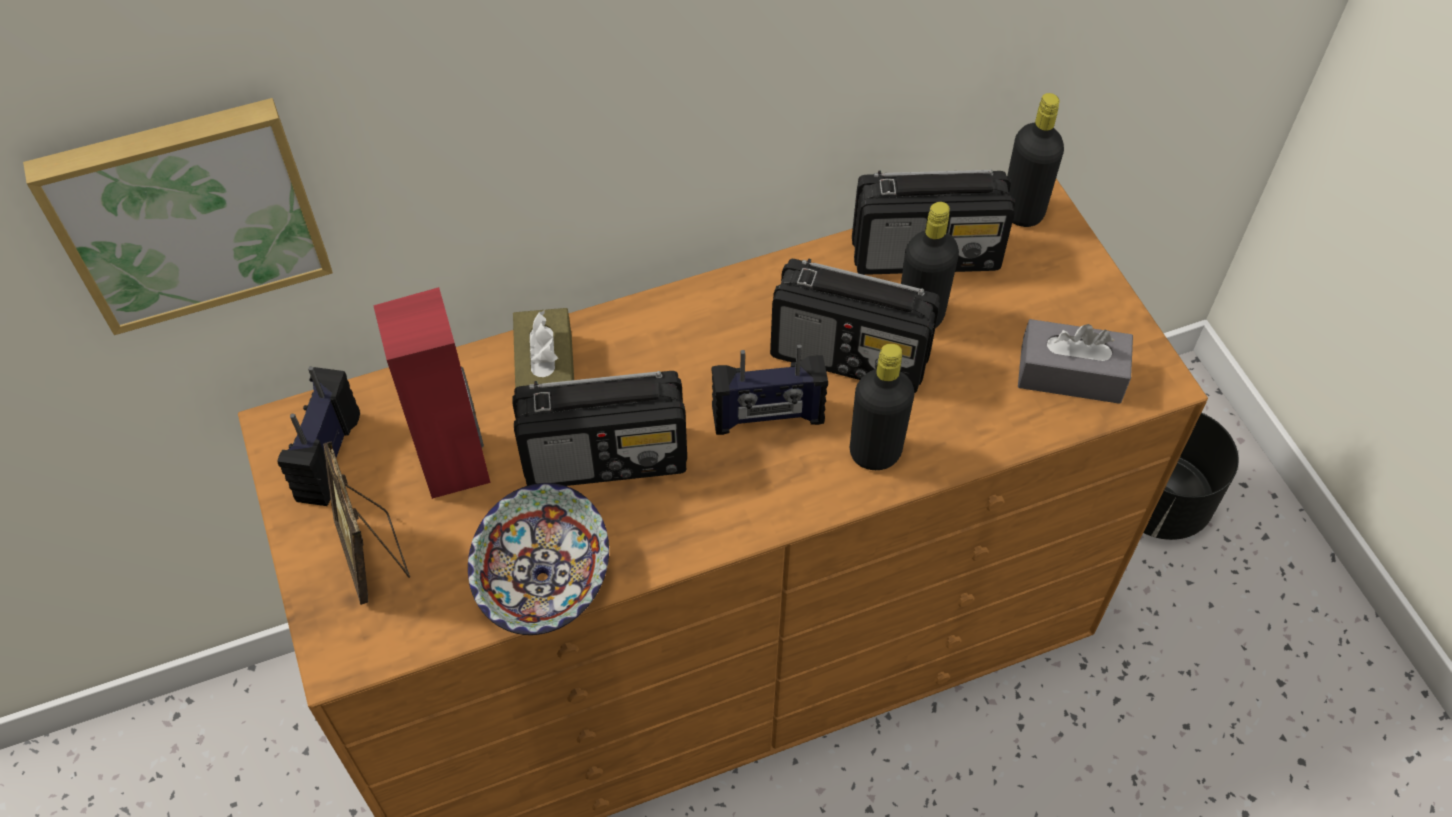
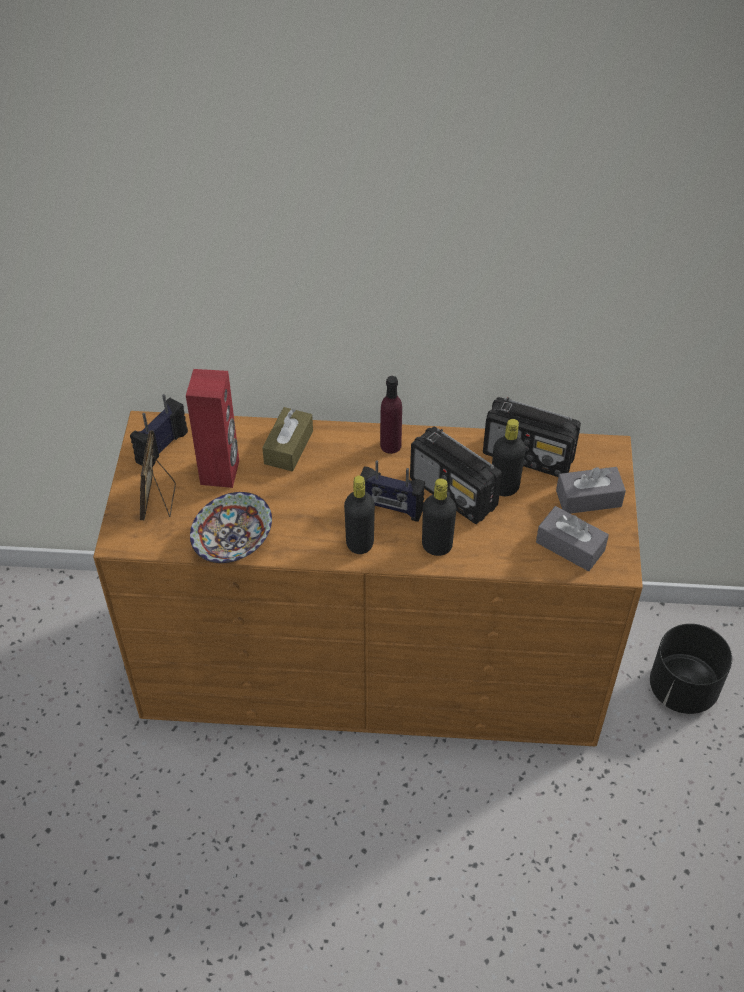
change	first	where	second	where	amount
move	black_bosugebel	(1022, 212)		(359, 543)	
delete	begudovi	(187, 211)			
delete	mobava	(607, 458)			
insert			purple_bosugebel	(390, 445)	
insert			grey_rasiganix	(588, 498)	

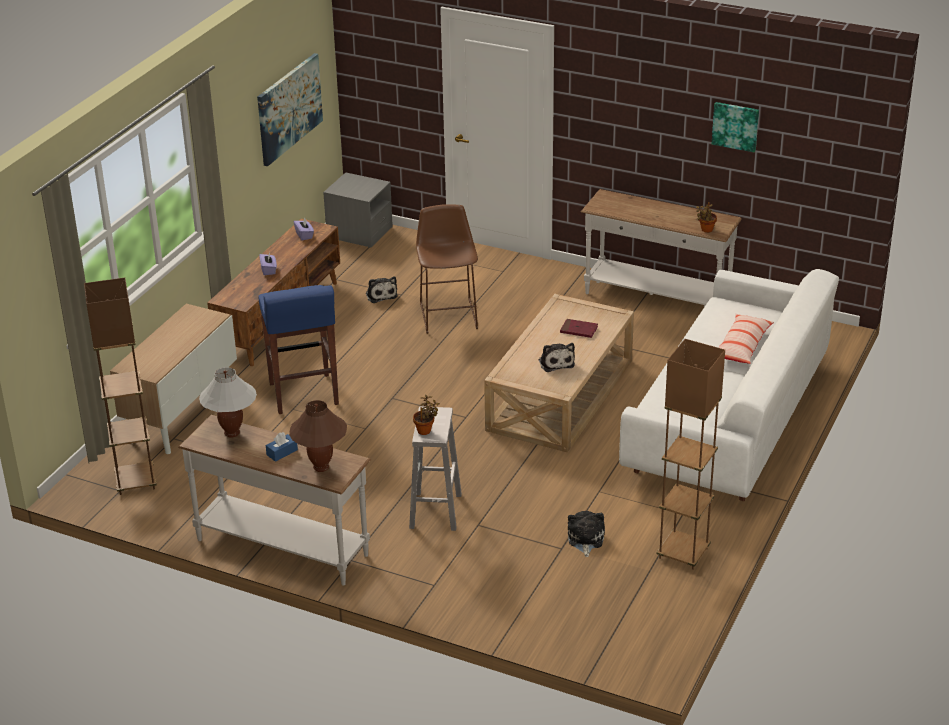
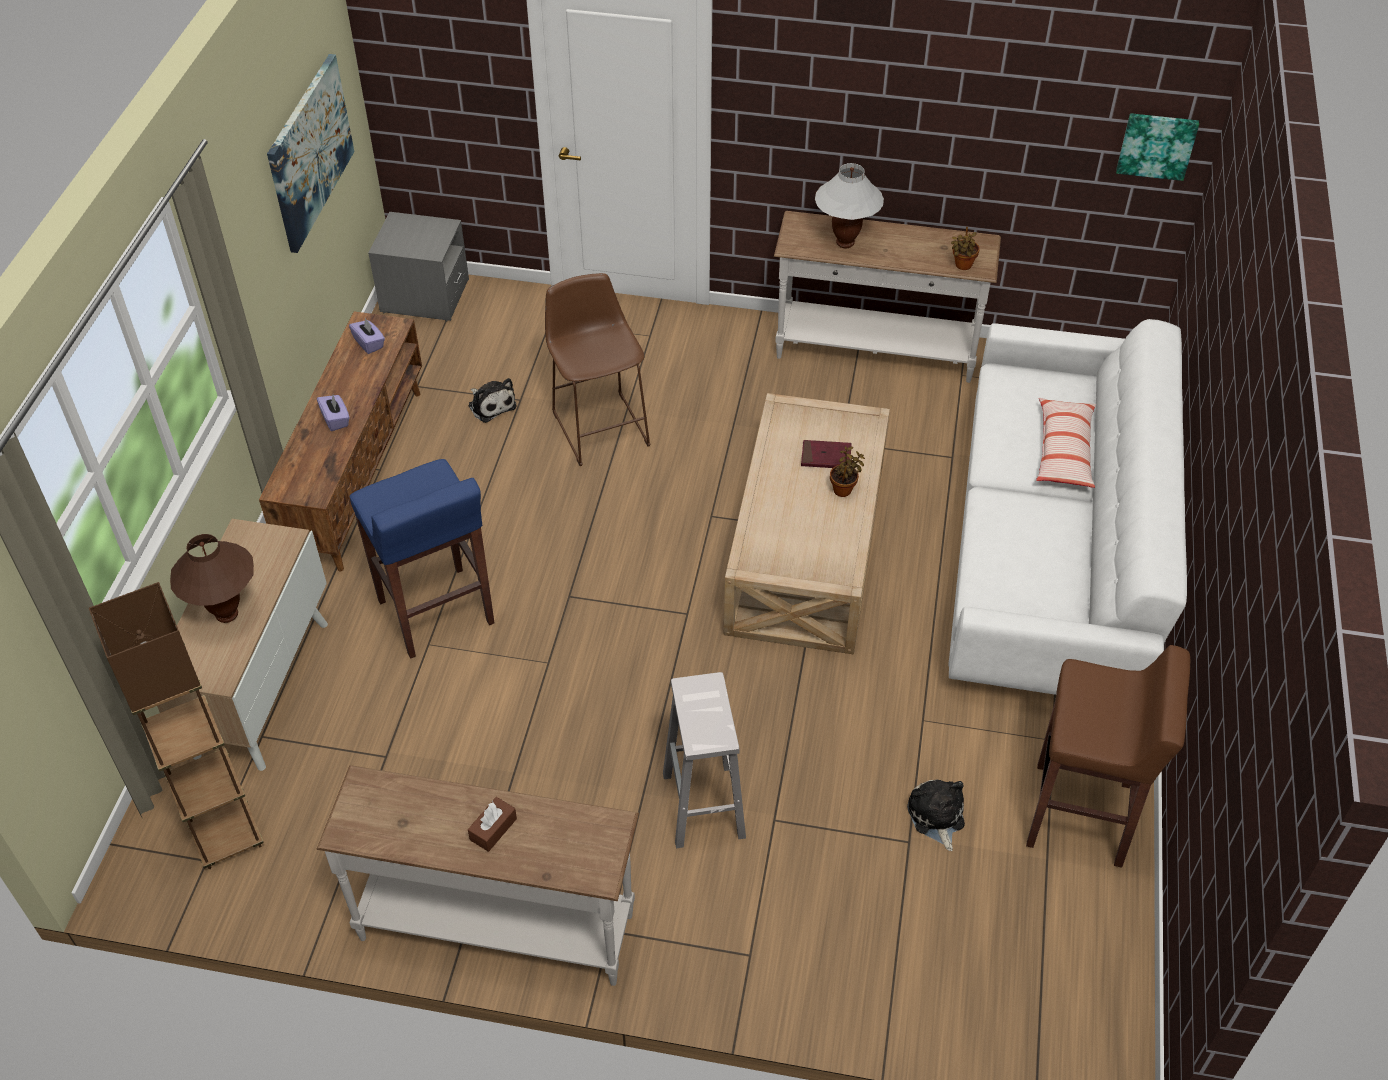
change	first	where	second	where	amount
move	begudovi	(735, 126)		(1156, 145)	
replace	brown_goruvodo	(683, 553)	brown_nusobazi	(1081, 815)	
delete	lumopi	(556, 362)			
move	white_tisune	(232, 433)		(844, 243)	
move	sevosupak	(425, 430)		(844, 489)	
move	brown_tisune	(321, 467)		(226, 615)	
recolor	blue_rasiganix	(282, 452)	brown_rasiganix	(493, 829)	

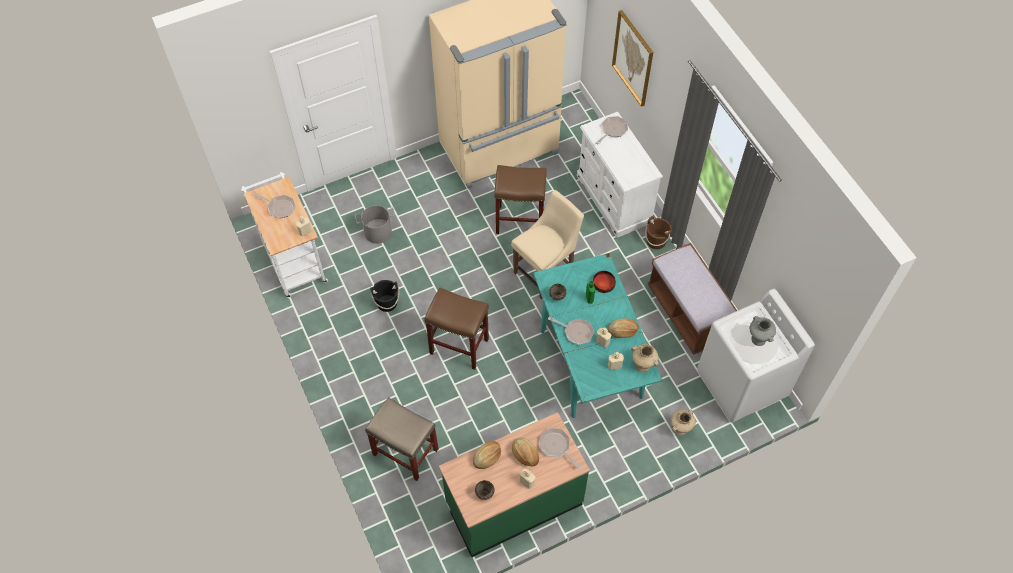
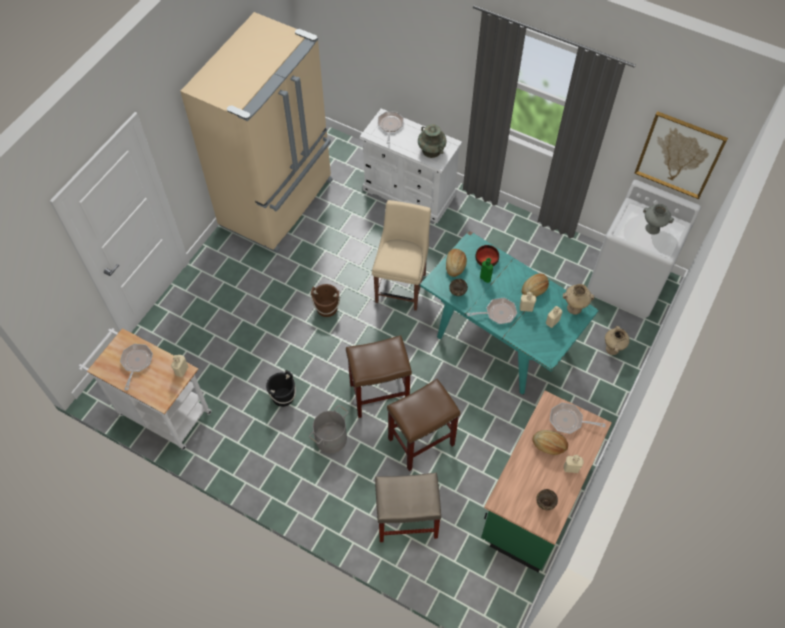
change	first	where	second	where	amount
move	begudovi	(633, 58)		(679, 155)	
move	brown_nusobazi	(520, 220)		(421, 441)	
rotate	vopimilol	(279, 207)		(136, 362)	75 degrees counterclockwise
move	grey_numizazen	(377, 231)		(330, 438)	
move	brown_numizazen	(656, 241)		(327, 308)	
delete	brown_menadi	(687, 313)			
move	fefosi	(487, 457)		(455, 265)	
insert			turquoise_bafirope	(431, 150)	

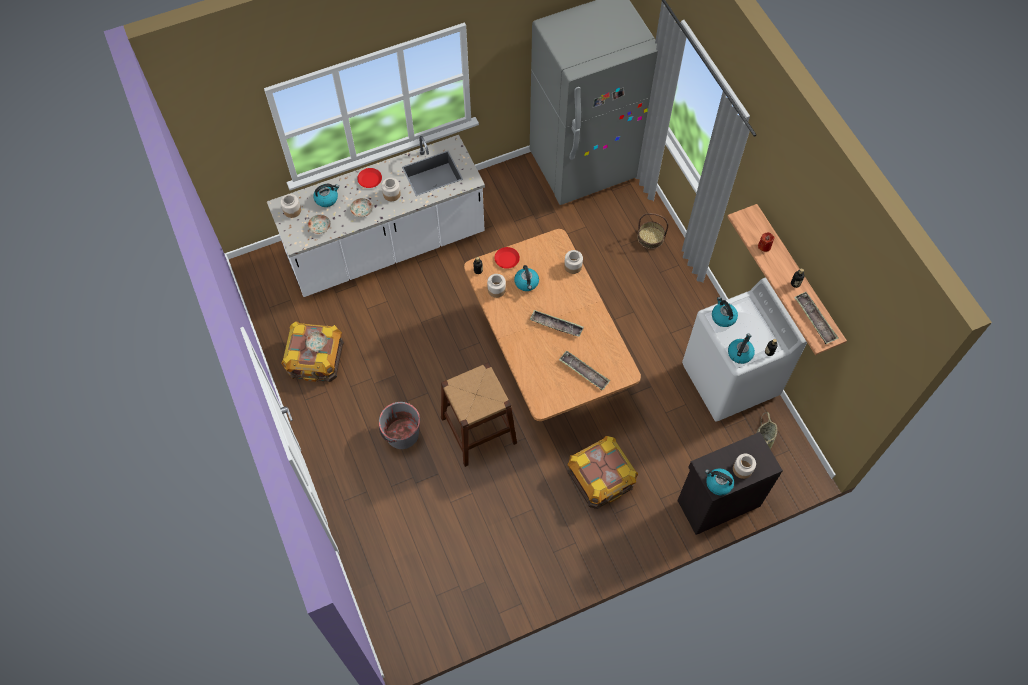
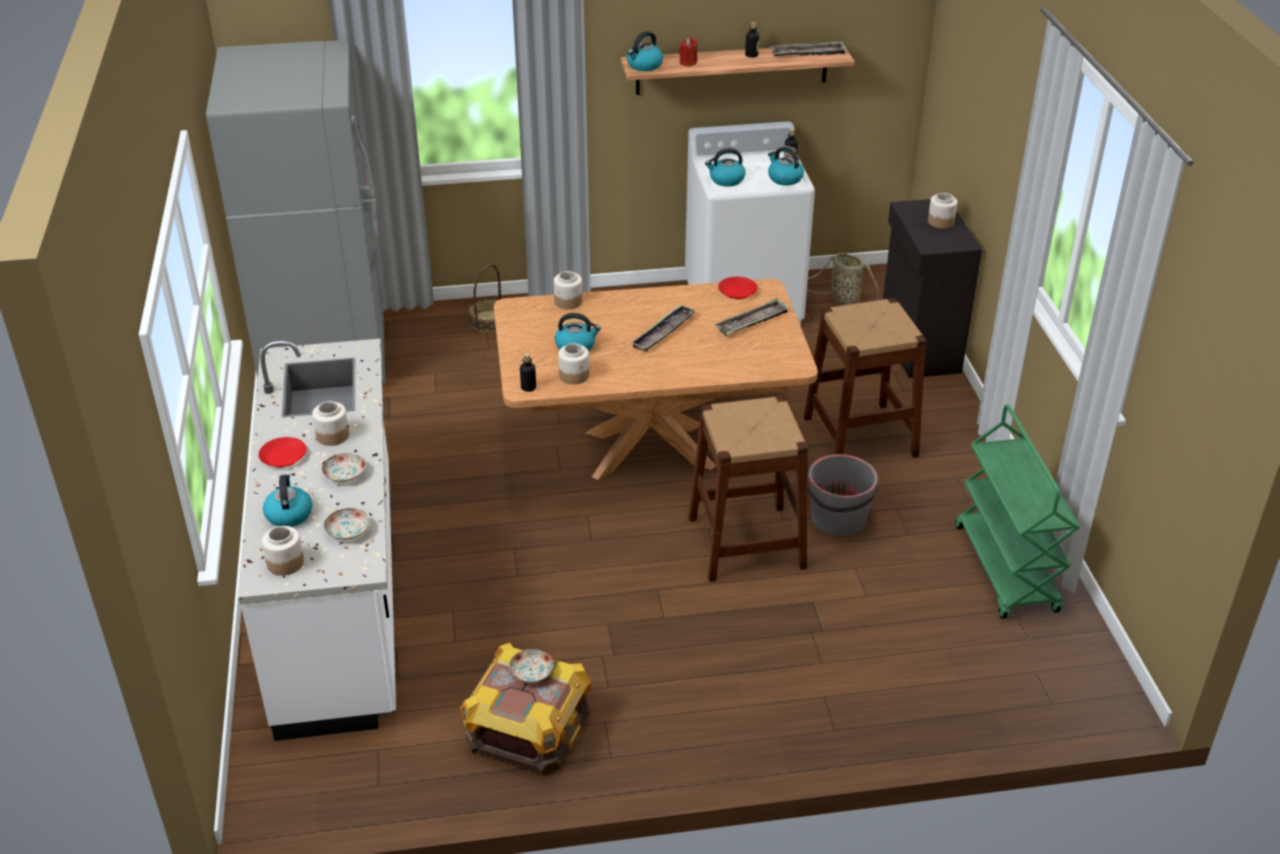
change	first	where	second	where	amount
move	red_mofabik	(506, 259)		(737, 291)	
move	grey_numizazen	(401, 434)		(838, 519)	
replace	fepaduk	(600, 478)	brown_nusobazi	(860, 436)	
move	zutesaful	(718, 484)		(644, 65)	
insert			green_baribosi	(1006, 569)	

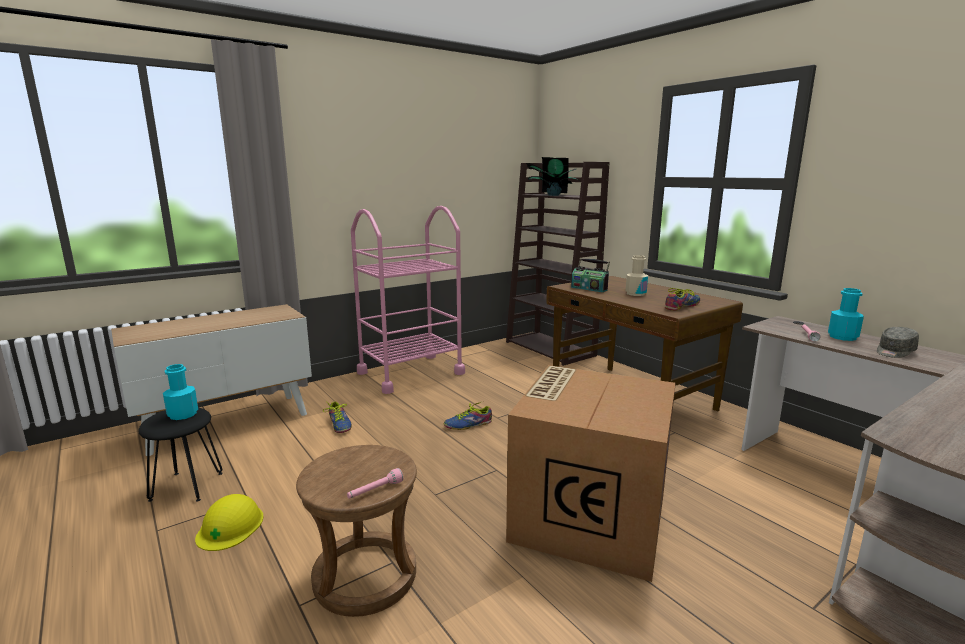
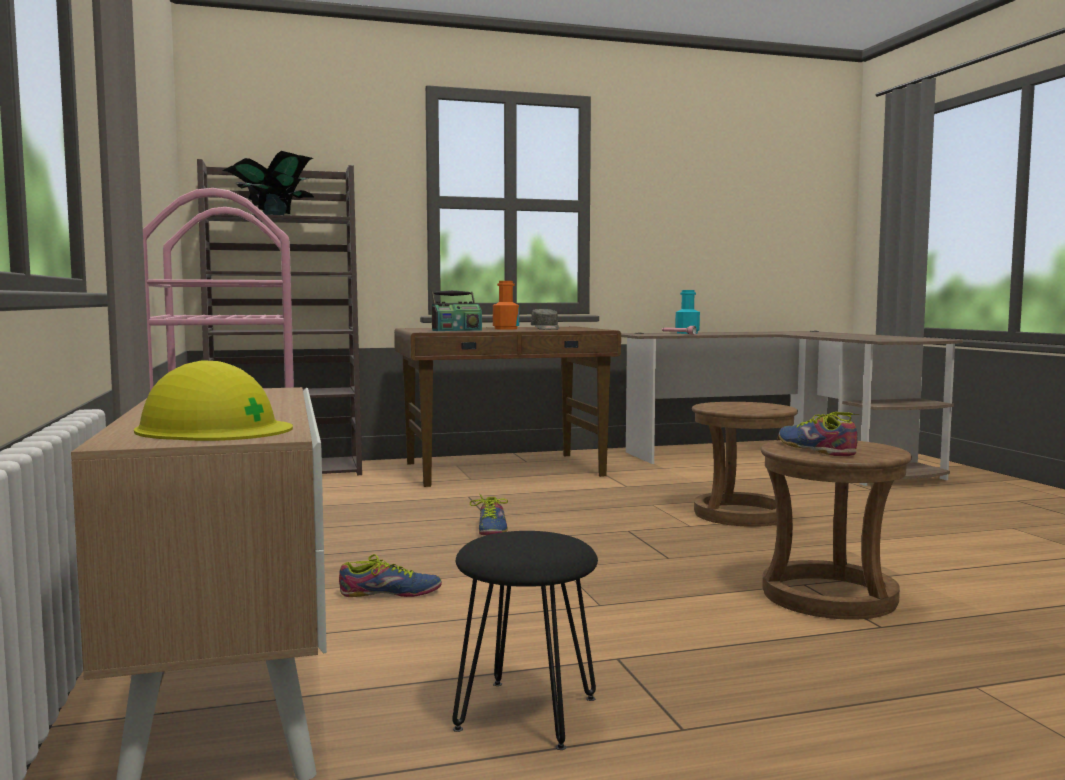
change	first	where	second	where	amount
recolor	beige_bosugebel	(635, 294)	orange_bosugebel	(505, 329)	
move	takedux	(681, 306)		(815, 449)	
move	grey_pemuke	(894, 352)		(545, 329)	
delete	turquoise_bosugebel	(183, 414)			
replace	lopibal	(588, 516)	brown_nusobazi	(740, 514)	
delete	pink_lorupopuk	(375, 491)			
move	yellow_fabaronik	(230, 526)		(213, 429)	

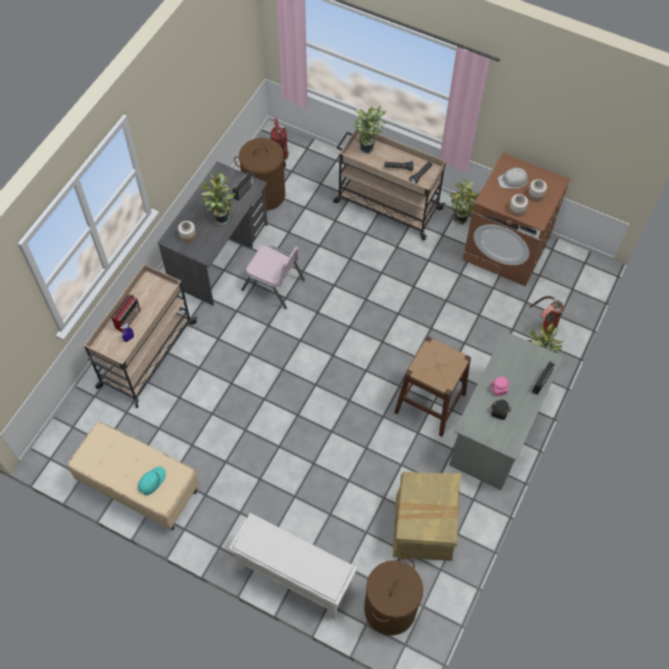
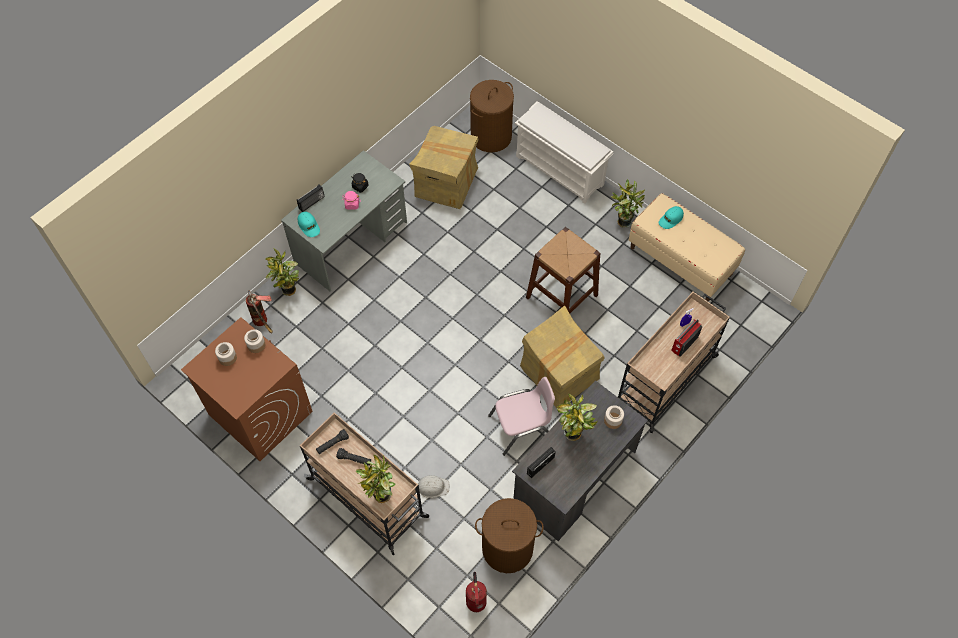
change	first	where	second	where	amount
move	white_fabaronik	(513, 180)		(432, 487)	
move	sevosupak	(461, 220)		(622, 221)	
rotate	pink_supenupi	(273, 285)		(522, 427)	120 degrees clockwise
move	brown_nusobazi	(430, 403)		(562, 296)	
insert			turquoise_pemuke	(309, 226)	
insert			lopibal	(559, 372)	

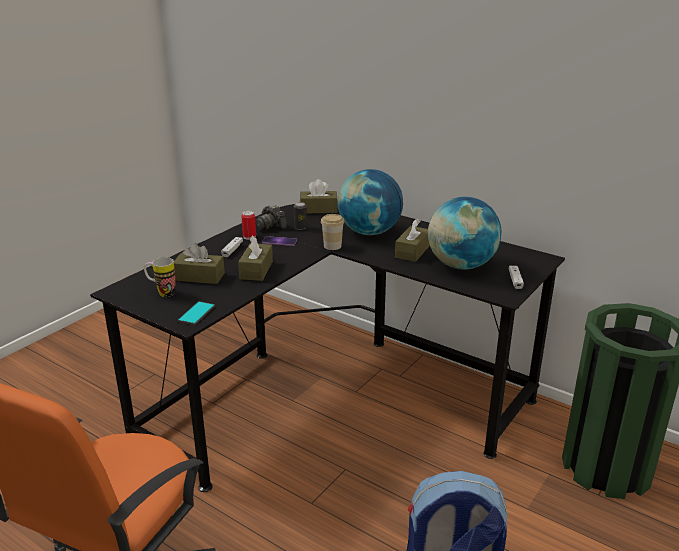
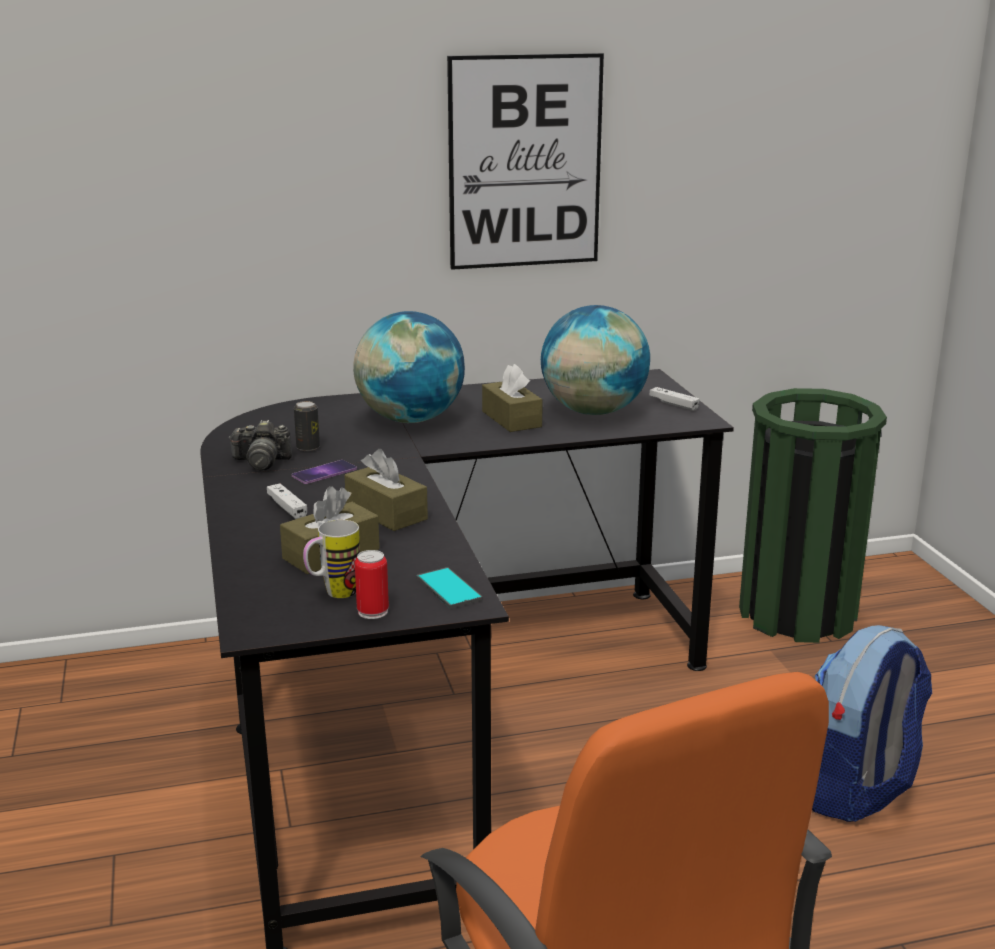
change	first	where	second	where	amount
delete	brown_rasiganix	(318, 209)			
move	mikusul	(249, 237)		(373, 611)	
delete	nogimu	(332, 246)			
insert			begudovi	(525, 162)	

